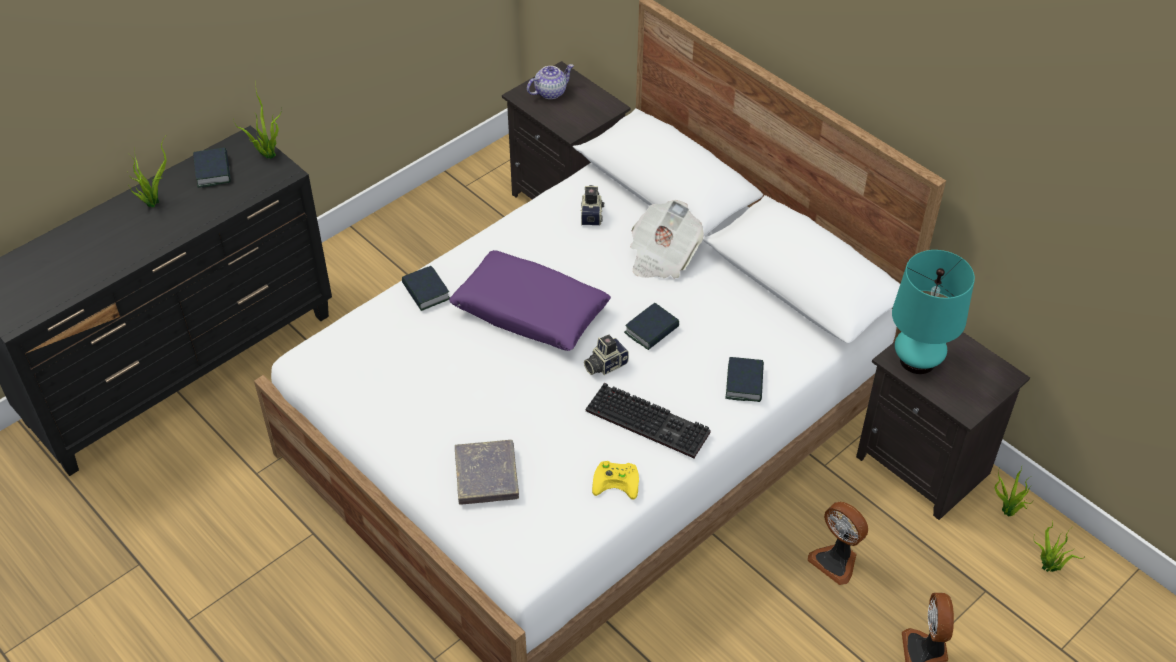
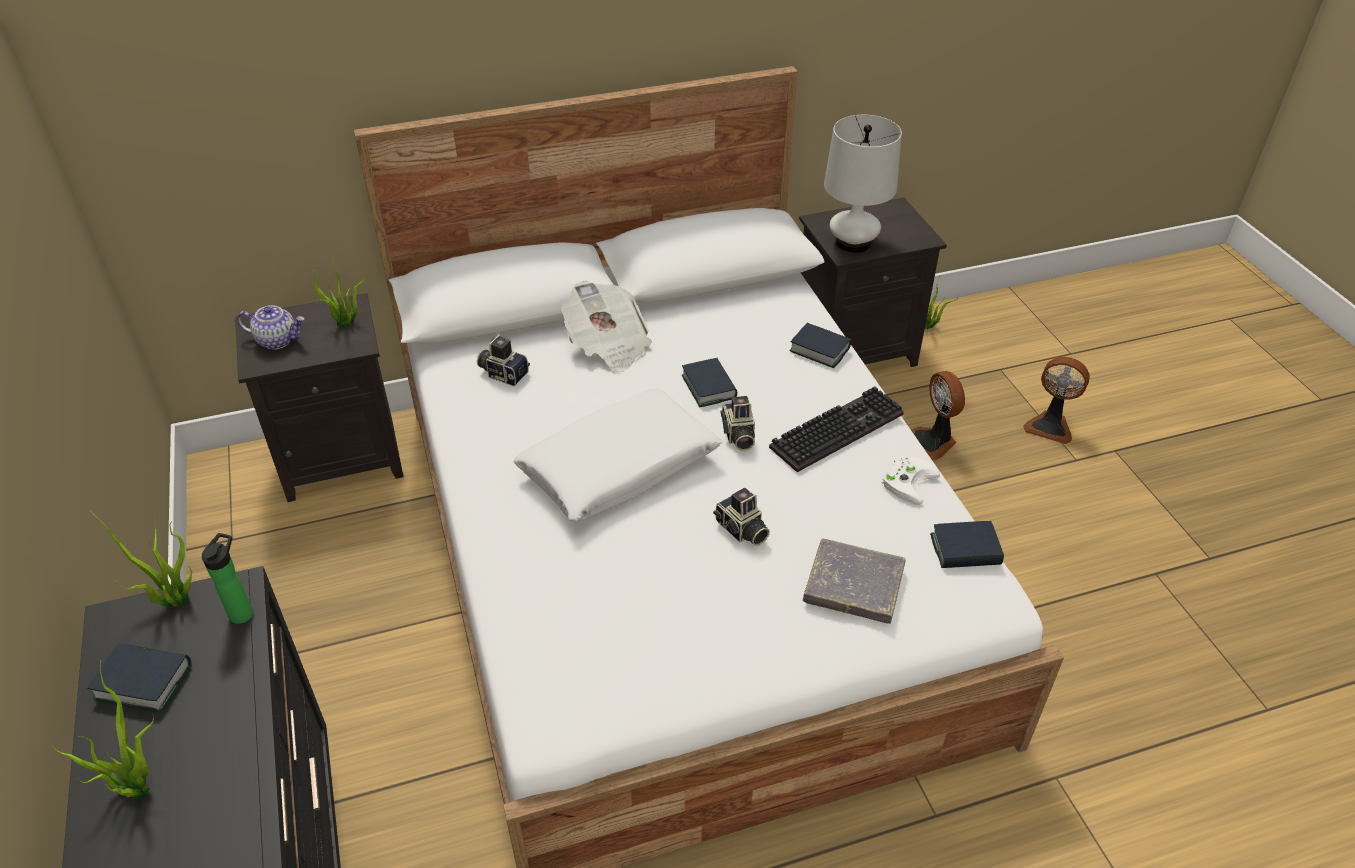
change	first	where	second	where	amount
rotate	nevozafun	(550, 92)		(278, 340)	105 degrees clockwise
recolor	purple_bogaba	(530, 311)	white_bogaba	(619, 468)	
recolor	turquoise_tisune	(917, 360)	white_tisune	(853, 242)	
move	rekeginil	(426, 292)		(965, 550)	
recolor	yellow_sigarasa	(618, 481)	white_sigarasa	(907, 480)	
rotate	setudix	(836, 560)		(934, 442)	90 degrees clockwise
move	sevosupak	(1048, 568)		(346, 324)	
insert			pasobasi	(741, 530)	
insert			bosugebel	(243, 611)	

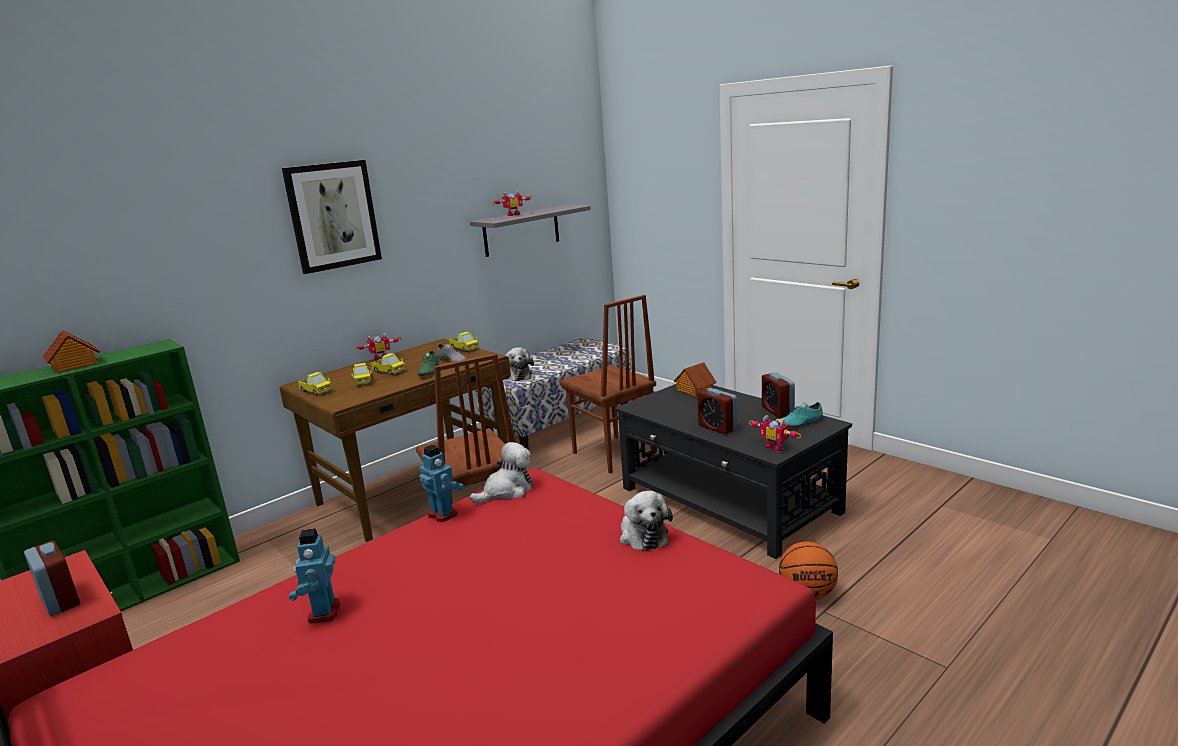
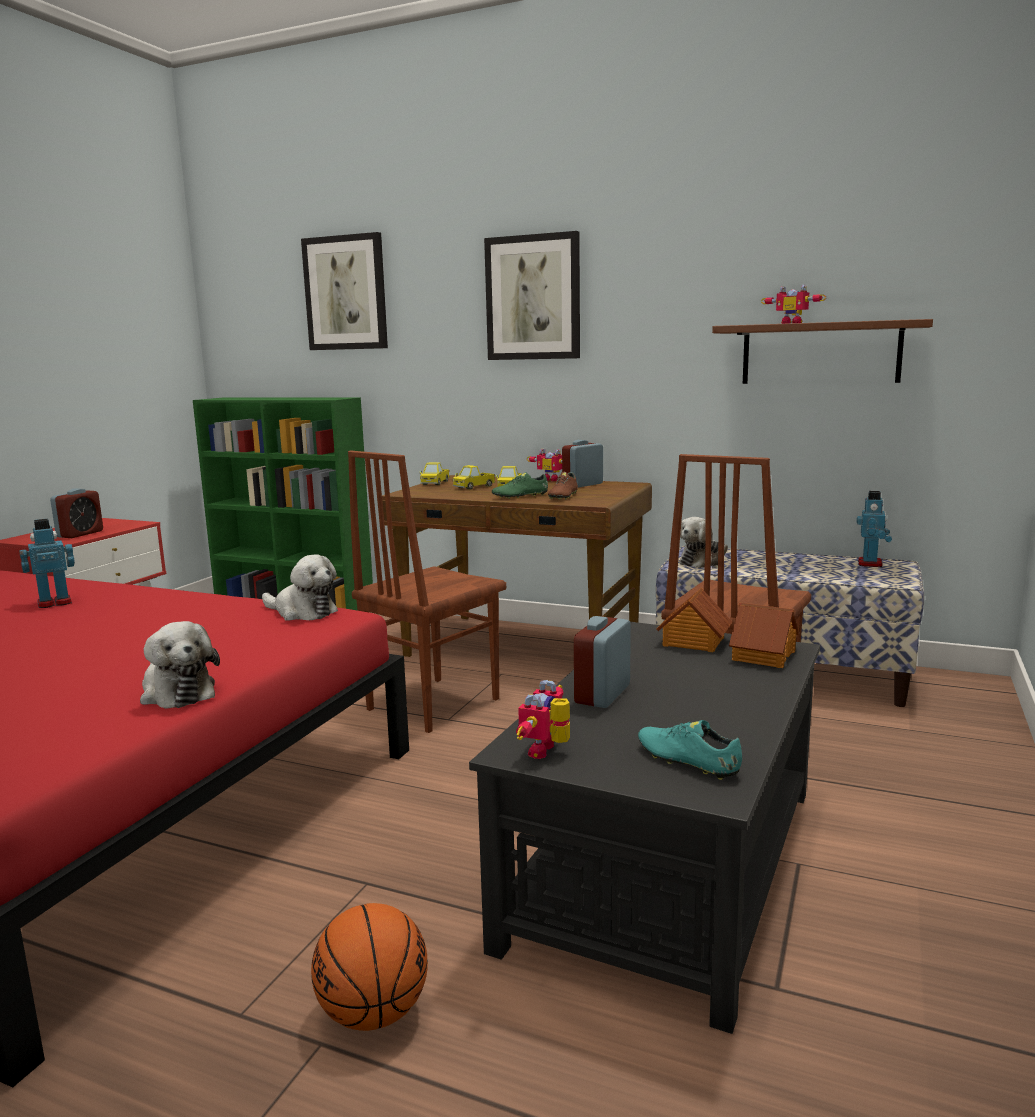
change	first	where	second	where	amount
recolor	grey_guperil	(521, 230)	brown_guperil	(820, 353)	
move	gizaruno	(74, 365)		(693, 642)	
delete	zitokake	(464, 349)			
recolor	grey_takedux	(452, 361)	brown_takedux	(563, 496)	
move	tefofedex	(777, 411)		(582, 485)	
move	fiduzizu	(443, 514)		(870, 564)	
rotate	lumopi	(642, 534)		(177, 692)	90 degrees counterclockwise
insert			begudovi	(346, 293)	

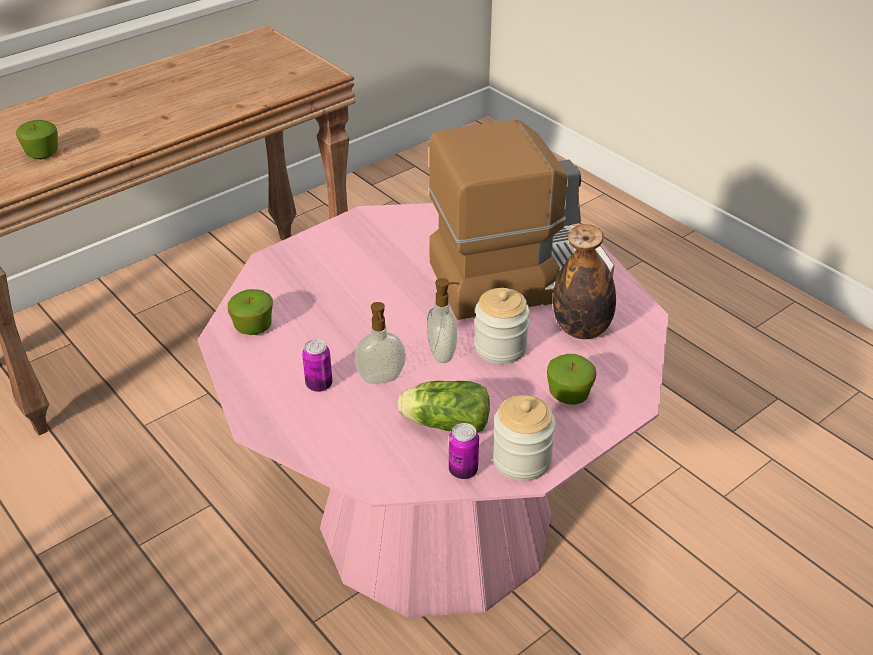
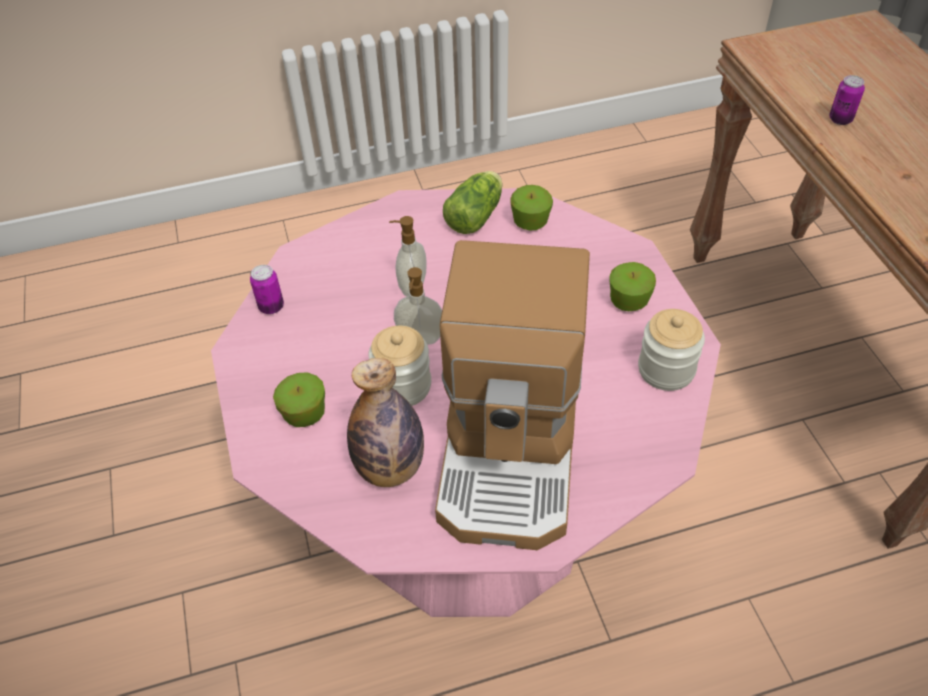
change	first	where	second	where	amount
move	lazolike	(42, 154)		(628, 301)	
move	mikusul	(319, 385)		(840, 119)	
move	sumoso	(443, 423)		(477, 214)	
move	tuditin	(521, 460)		(666, 369)	

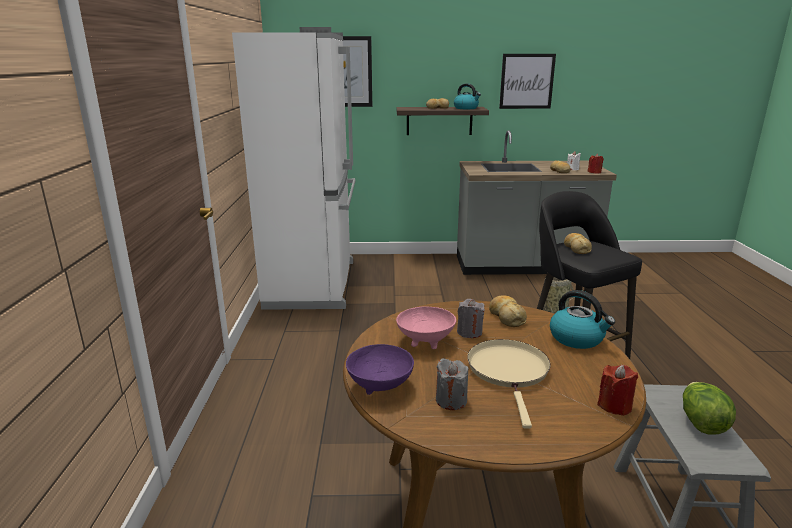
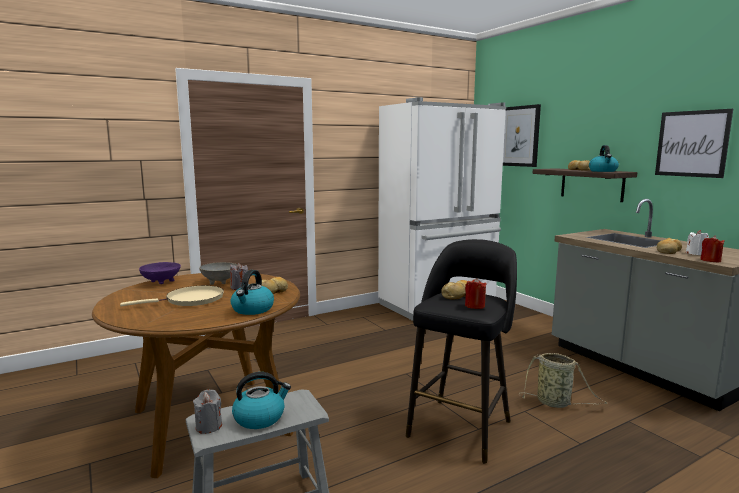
change	first	where	second	where	amount
recolor	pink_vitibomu	(426, 340)	grey_vitibomu	(220, 282)	
move	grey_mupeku	(451, 400)		(209, 426)	
move	red_mupeku	(614, 405)		(474, 306)	
replace	sumoso	(701, 423)	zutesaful	(260, 417)	

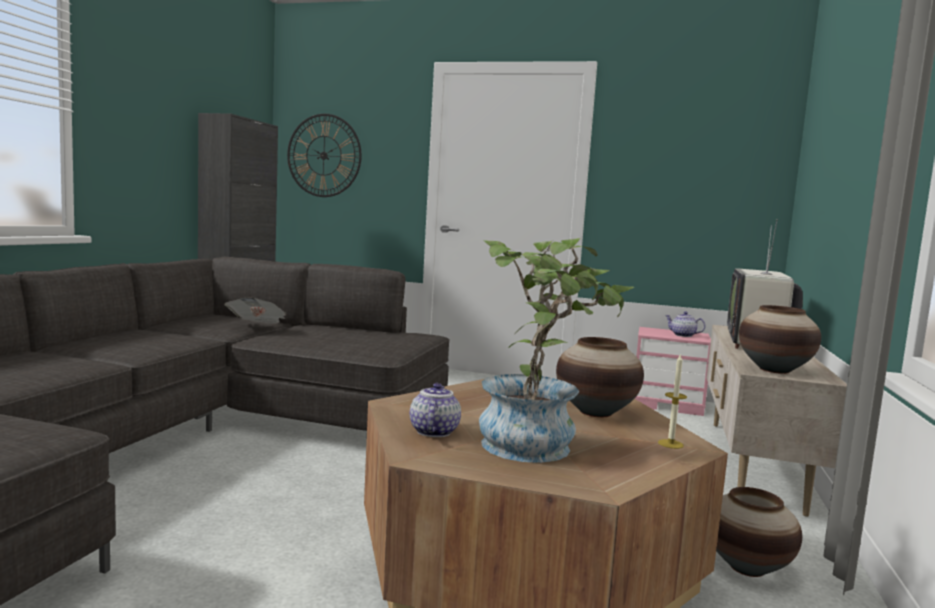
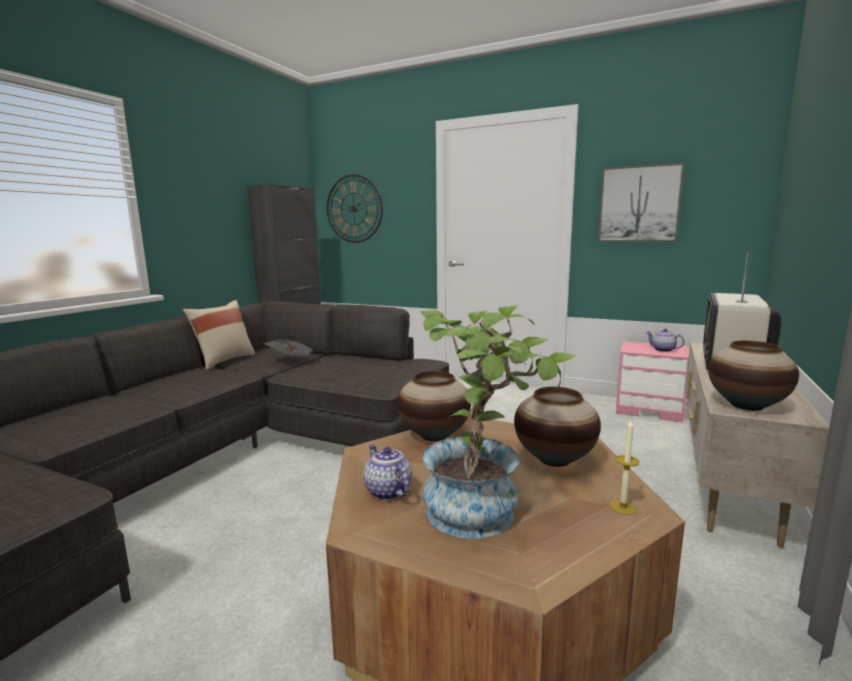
change	first	where	second	where	amount
rotate	nevozafun	(433, 431)		(387, 491)	45 degrees counterclockwise
move	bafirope	(747, 568)		(434, 435)	
insert			begudovi	(639, 204)	
insert			beige_bogaba	(224, 361)	

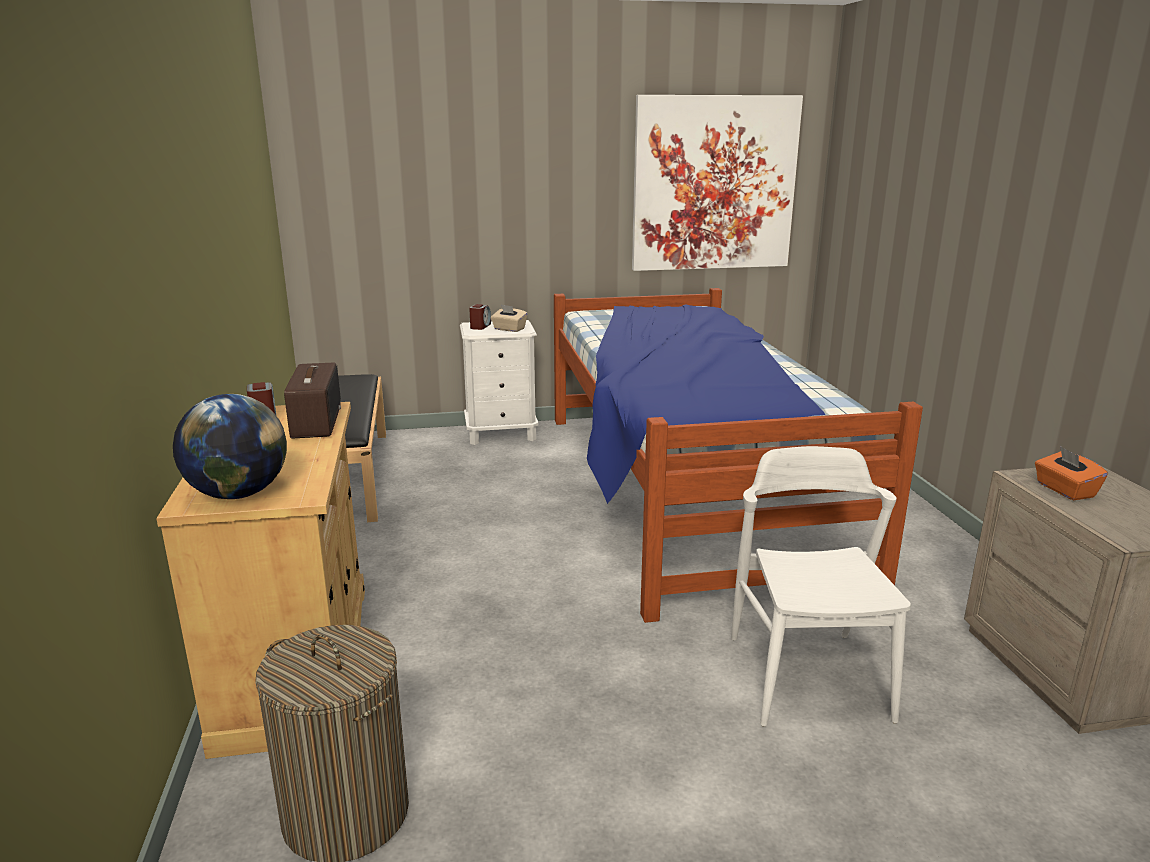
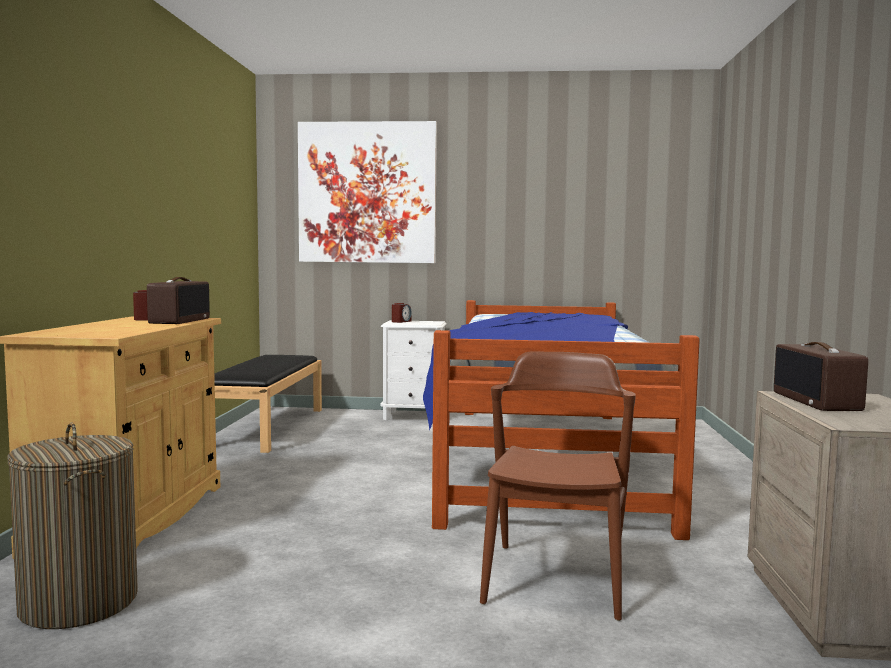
change	first	where	second	where	amount
move	begudovi	(714, 184)		(367, 193)	
delete	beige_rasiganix	(509, 329)			
delete	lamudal	(238, 494)			
recolor	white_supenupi	(808, 677)	brown_supenupi	(555, 579)	
replace	orange_rasiganix	(1064, 490)	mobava	(817, 401)	

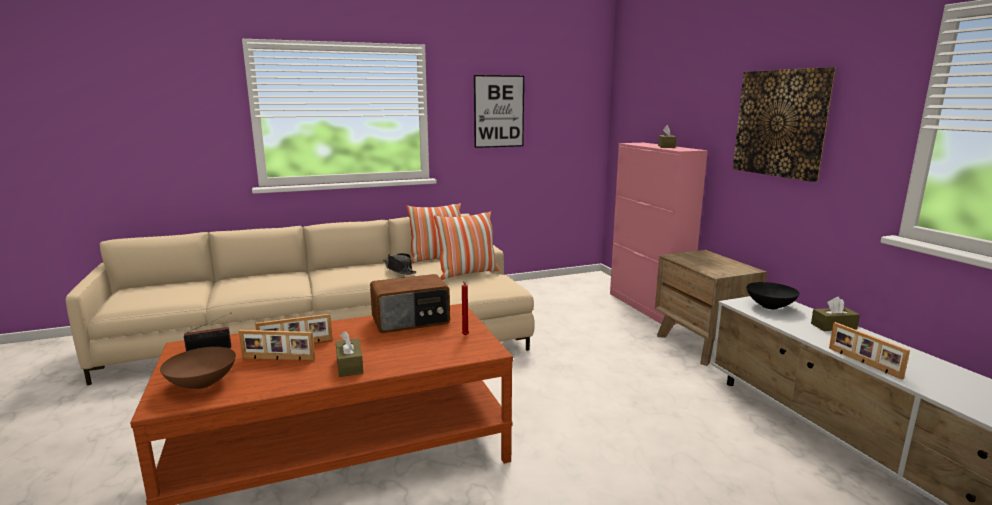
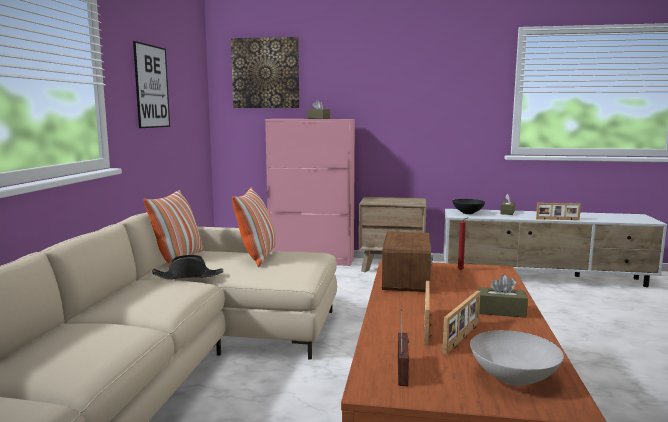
change	first	where	second	where	amount
move	begudovi	(781, 123)		(265, 73)	
recolor	brown_vitibomu	(201, 384)	white_vitibomu	(513, 380)	

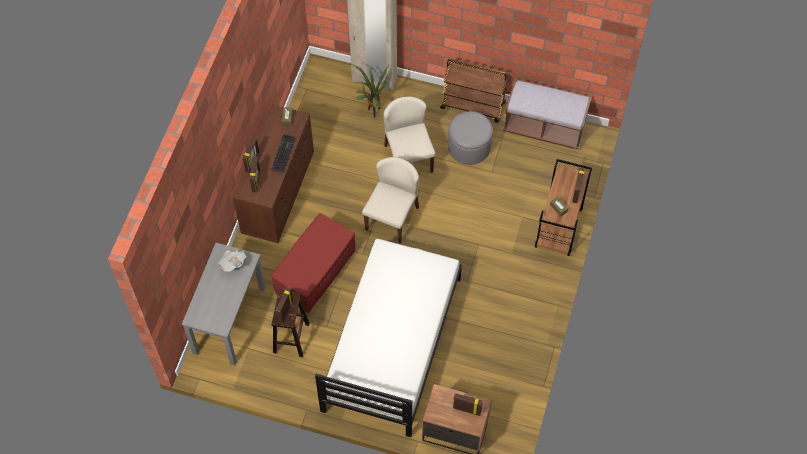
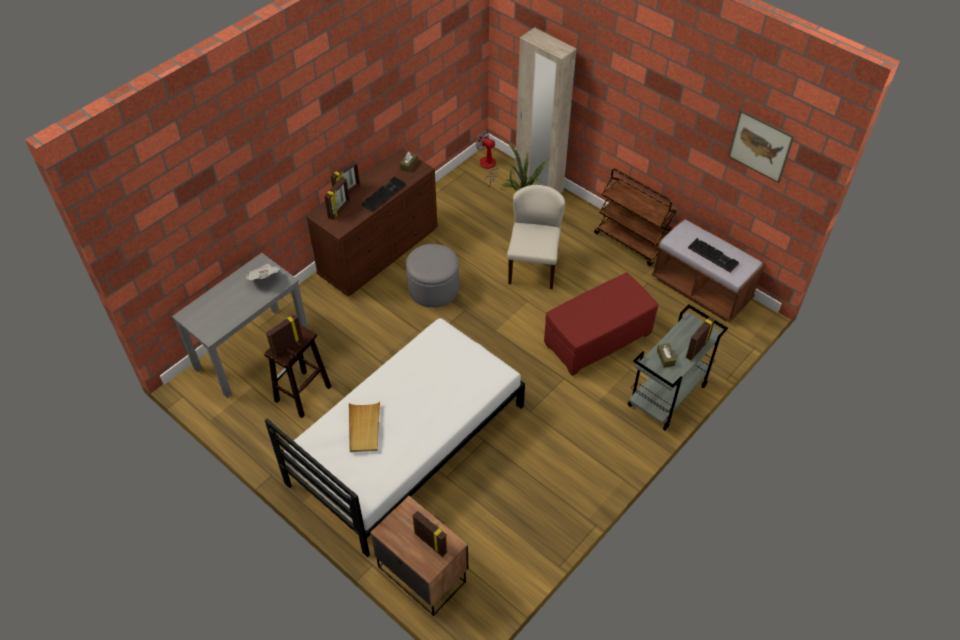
change	first	where	second	where	amount
move	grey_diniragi	(469, 147)		(433, 288)	
delete	beige_supenupi	(392, 218)			
recolor	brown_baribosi	(559, 228)	grey_baribosi	(667, 397)	
move	red_diniragi	(315, 273)		(597, 339)	
insert			begudovi	(760, 146)	
insert			setudix	(488, 167)	
insert			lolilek	(714, 256)	
insert			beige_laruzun	(364, 428)	

